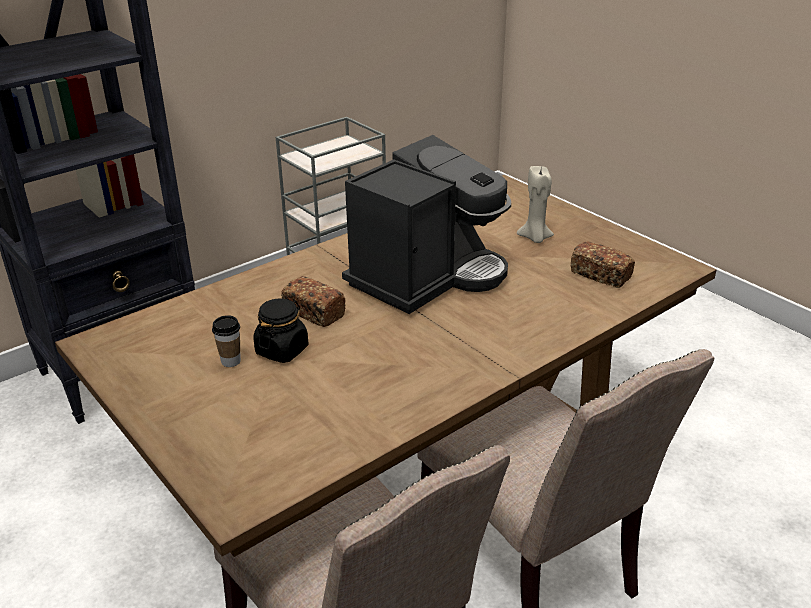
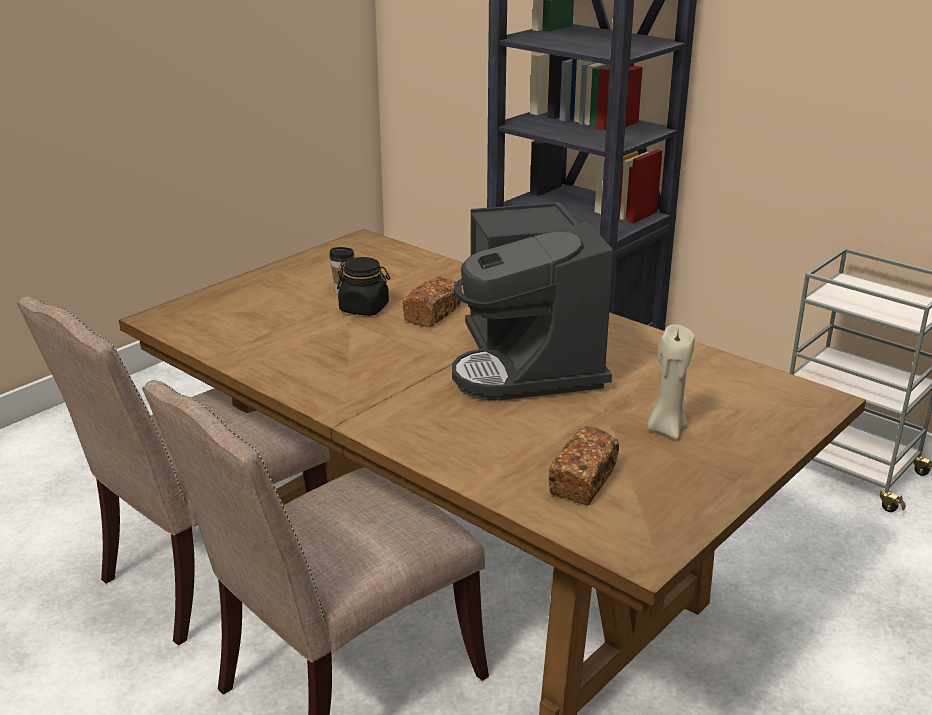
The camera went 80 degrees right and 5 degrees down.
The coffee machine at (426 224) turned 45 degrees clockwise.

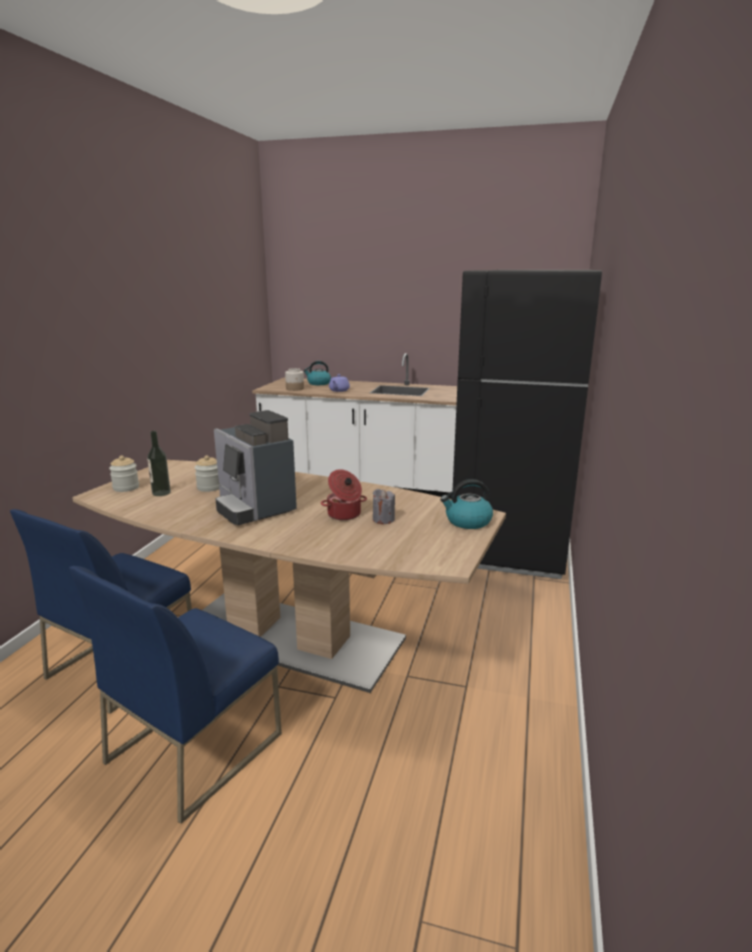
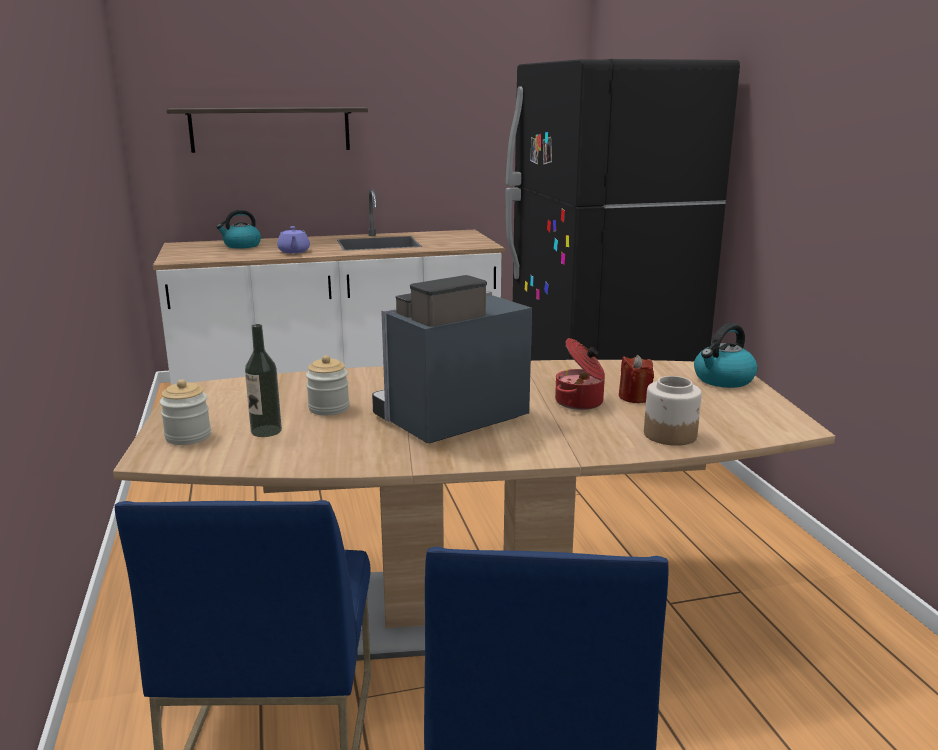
The camera went 30 degrees left and 0 degrees up.
The coffee machine at (255 467) turned 120 degrees clockwise.
The jar moved from (294 379) to (673 411).
The grey candle at (384 506) became the red candle at (636 379).
The shelf at (267 130) appeared.

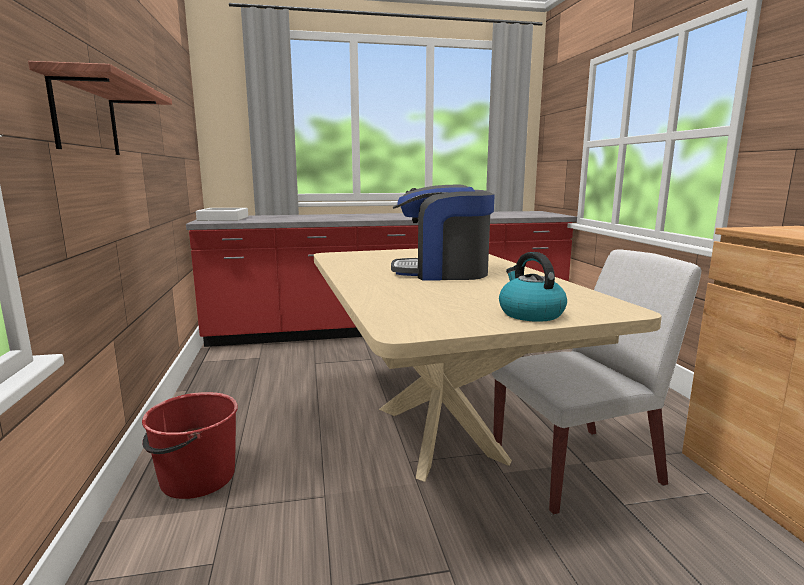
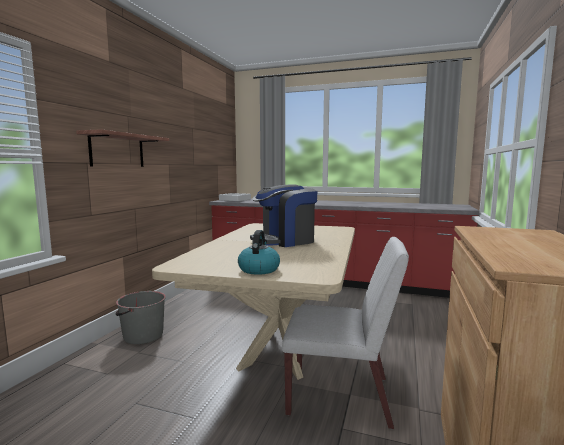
The camera went 30 degrees right and 5 degrees down.
The red bucket at (190 445) became the grey bucket at (140 317).
The coffee machine at (443 233) turned 60 degrees counterclockwise.

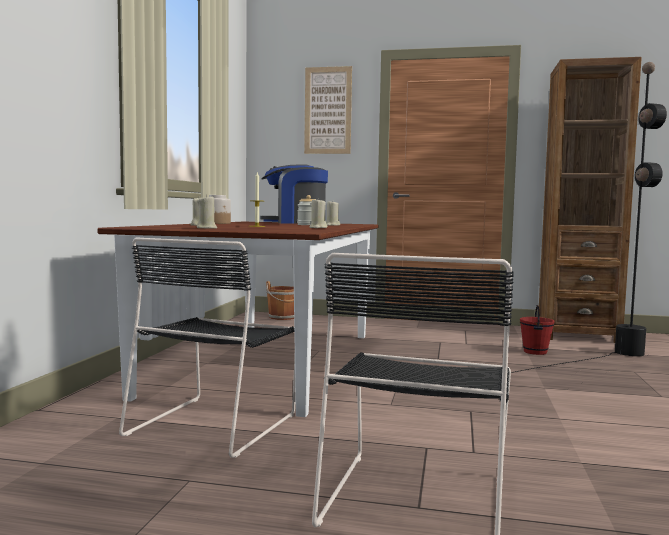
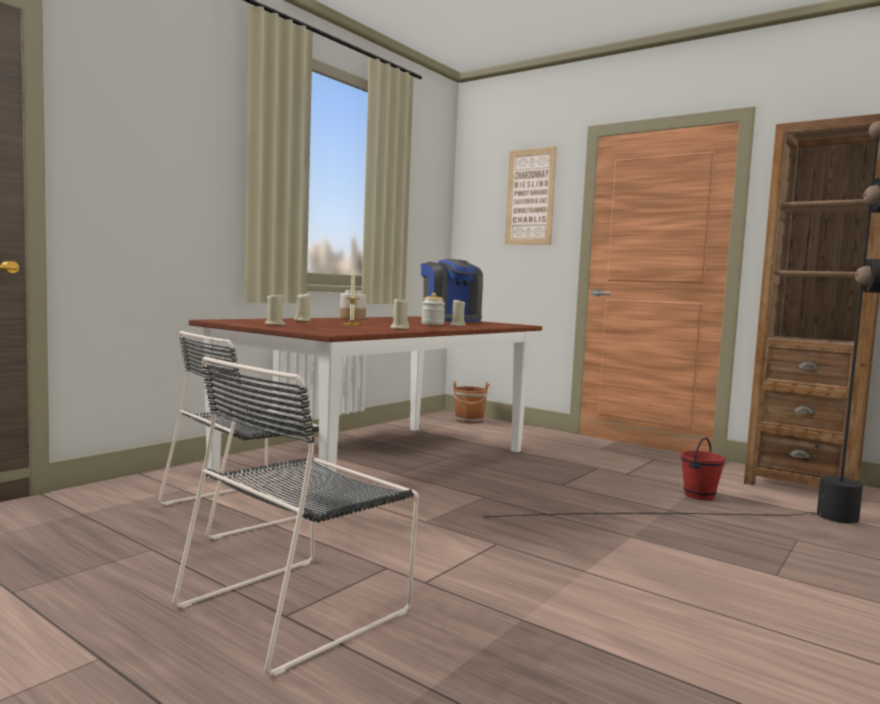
The camera went 25 degrees right and 0 degrees up.
The coffee machine at (294 194) turned 135 degrees counterclockwise.

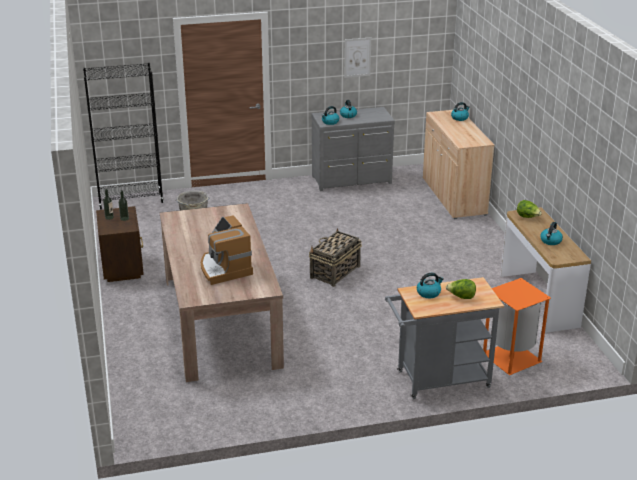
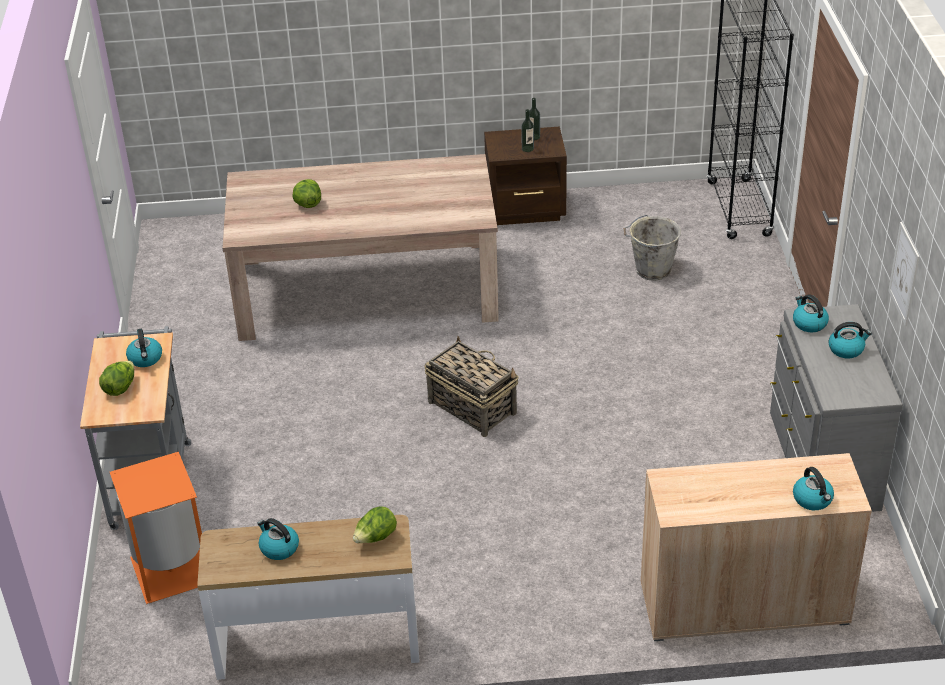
The camera went 100 degrees right and 10 degrees up.
The coffee machine at (227 250) was replaced by the lettuce at (306 193).

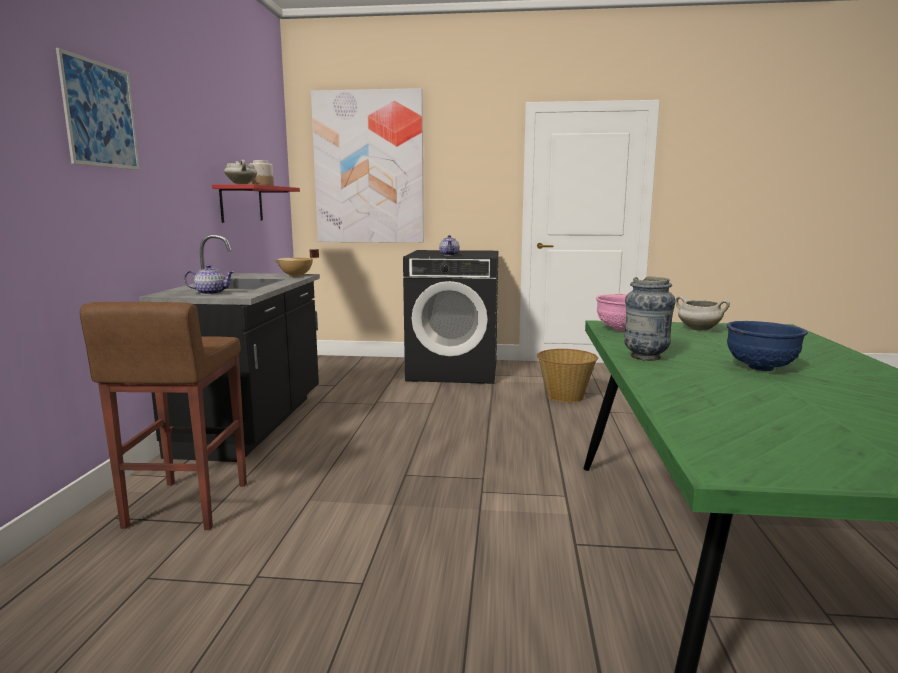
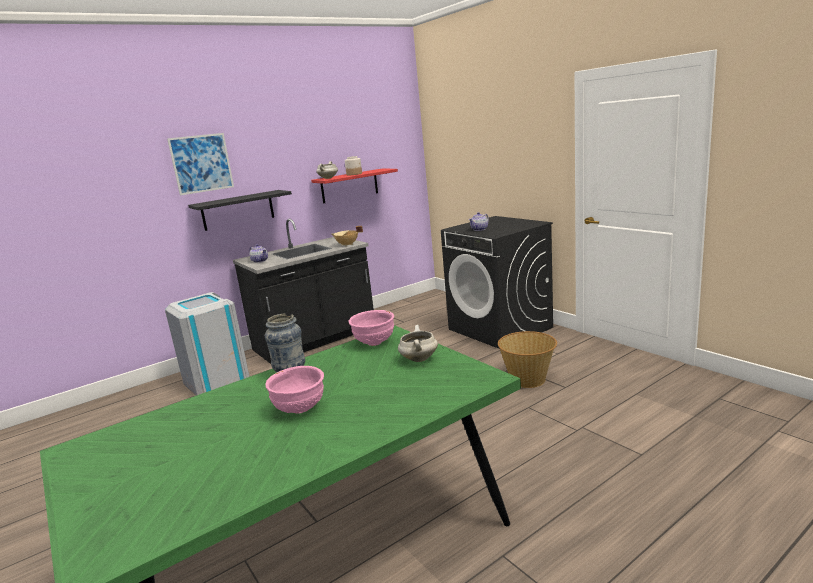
The camera went 50 degrees right and 5 degrees up.
The brown stool at (163 416) was replaced by the grey trash can at (207 344).
The picture at (367 165) disappeared.
The blue bowl at (767 346) became the pink bowl at (294 390).
The black shelf at (240 210) appeared.

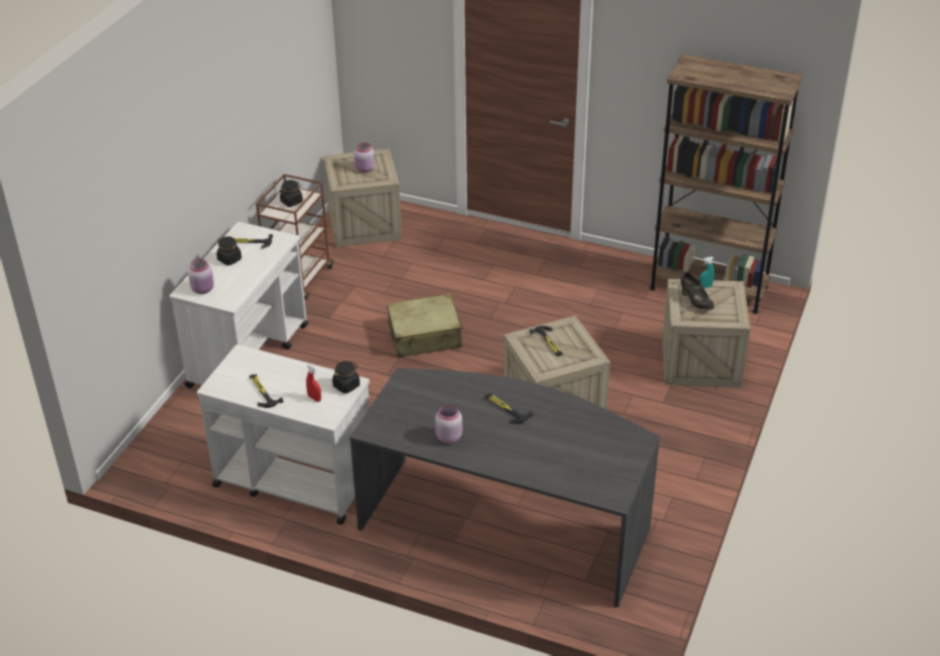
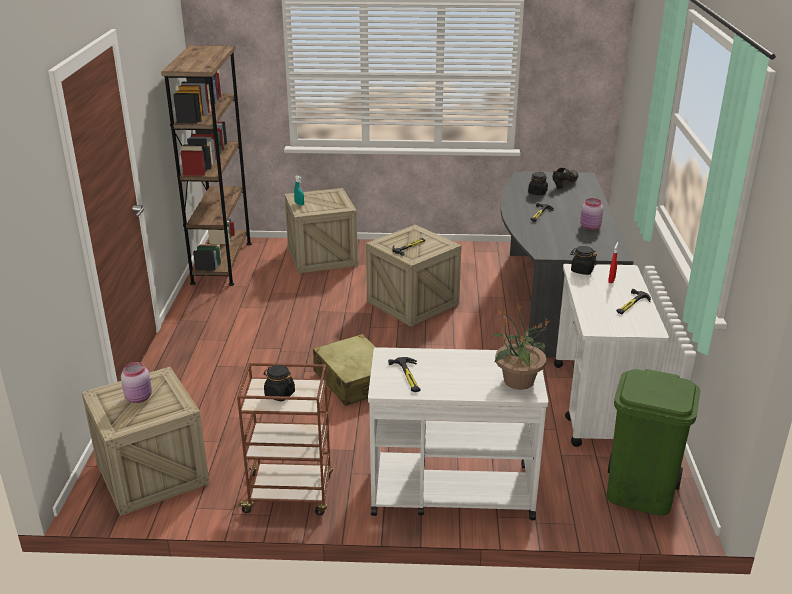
The camera went 110 degrees left and 10 degrees down.
The pink jar at (201 276) was replaced by the potted plant at (520 347).
The black jar moved from (229 250) to (538 183).
The black shoe moved from (697 291) to (565 178).
The green trash can at (653 442) appeared.

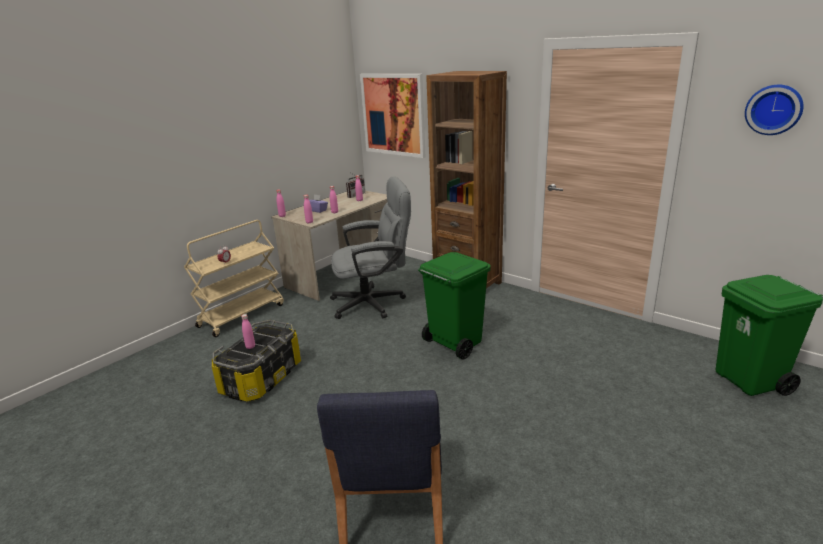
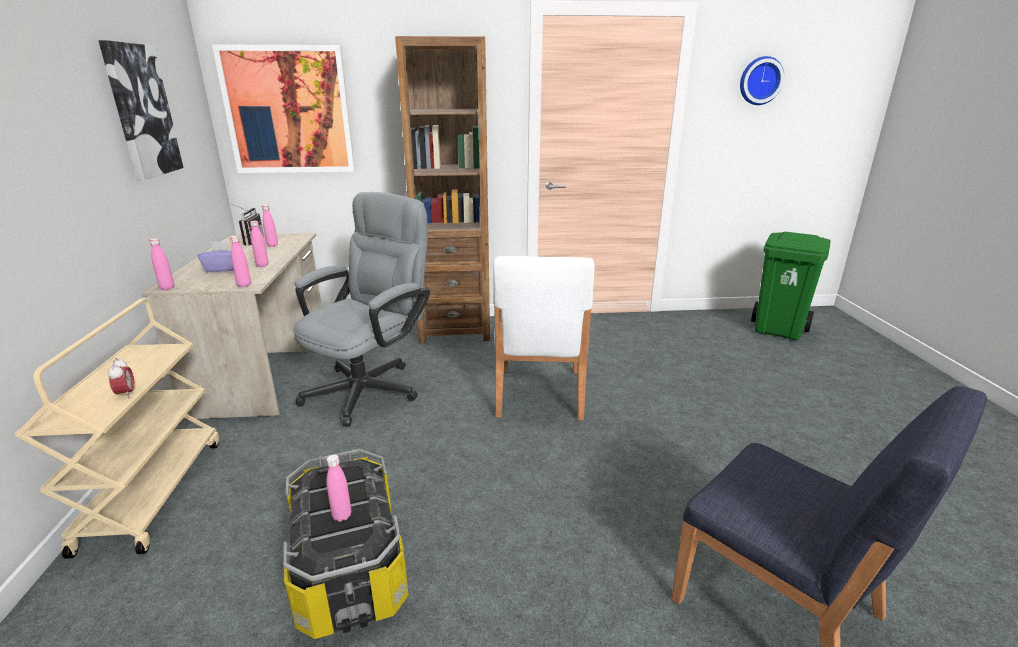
The camera went 45 degrees left and 0 degrees up.
The green trash can at (454 306) was replaced by the white chair at (544 338).
The picture at (141 110) appeared.

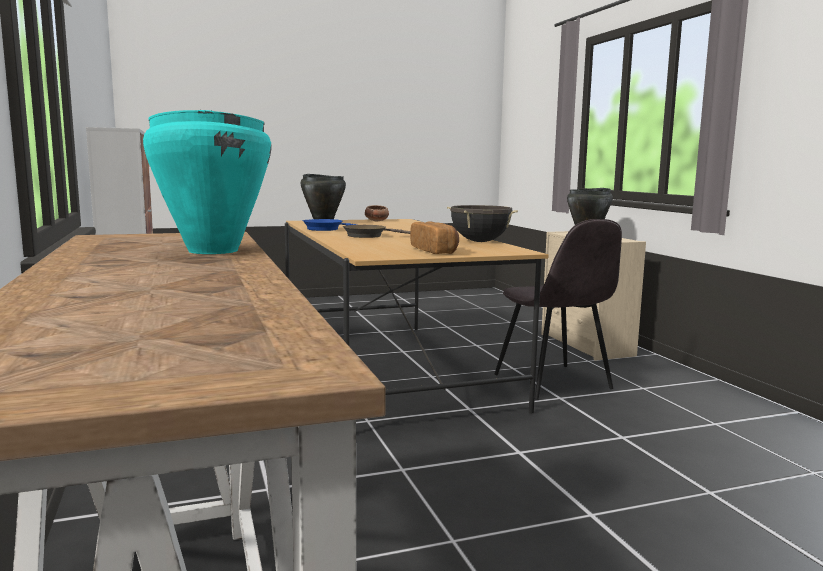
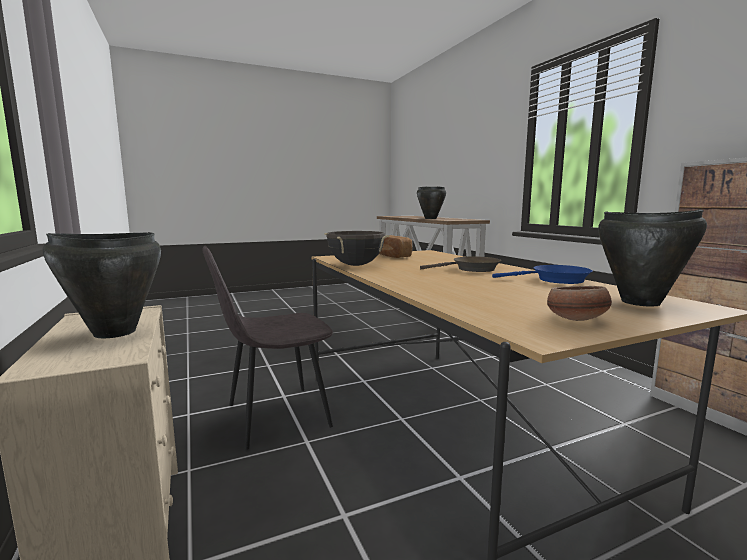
The camera went 175 degrees right and 0 degrees up.
The turquoise cooking pot at (207 182) became the black cooking pot at (431 203).
The grey chair at (558 309) turned 90 degrees counterclockwise.

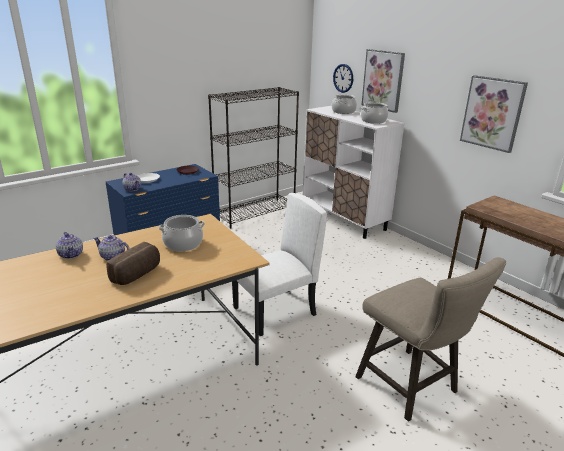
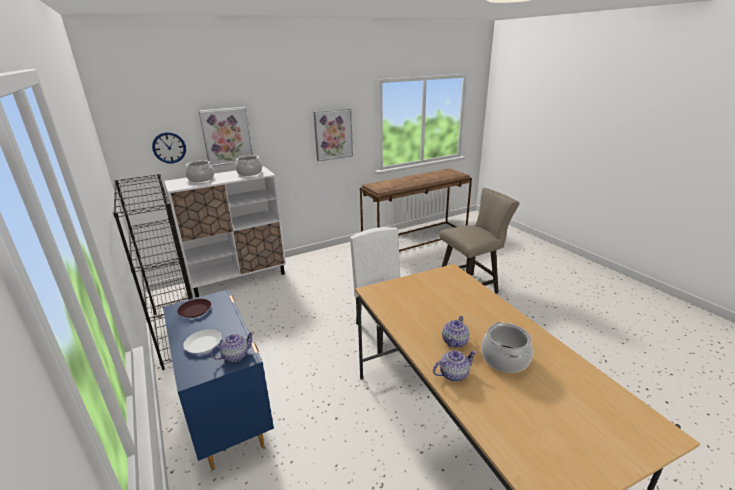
The camera went 80 degrees left and 0 degrees up.
The bread at (133 263) disappeared.
The cooking pot moved from (182 233) to (507 347).

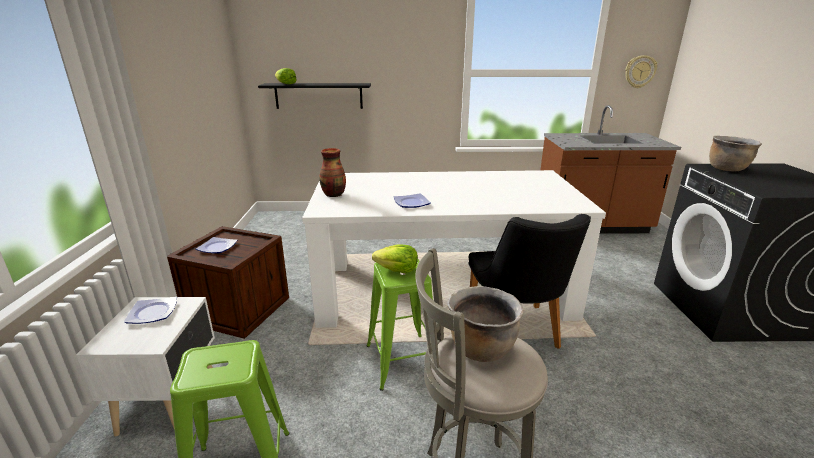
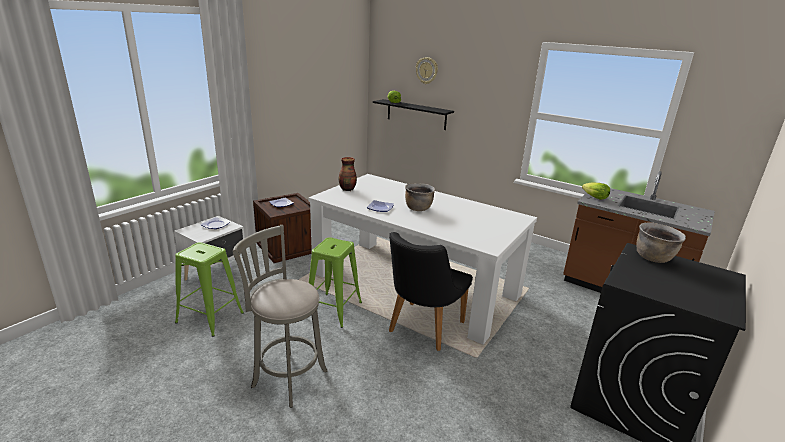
The camera went 35 degrees right and 0 degrees up.
The lettuce moved from (395 258) to (596 191).
The brown cooking pot moved from (485 324) to (420 197).
The wall clock moved from (641 71) to (427 70).

